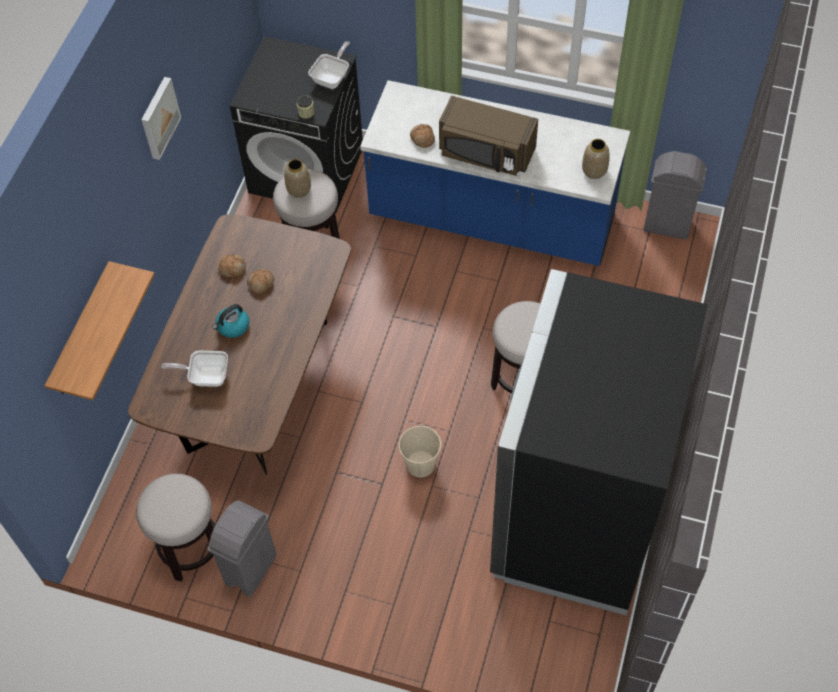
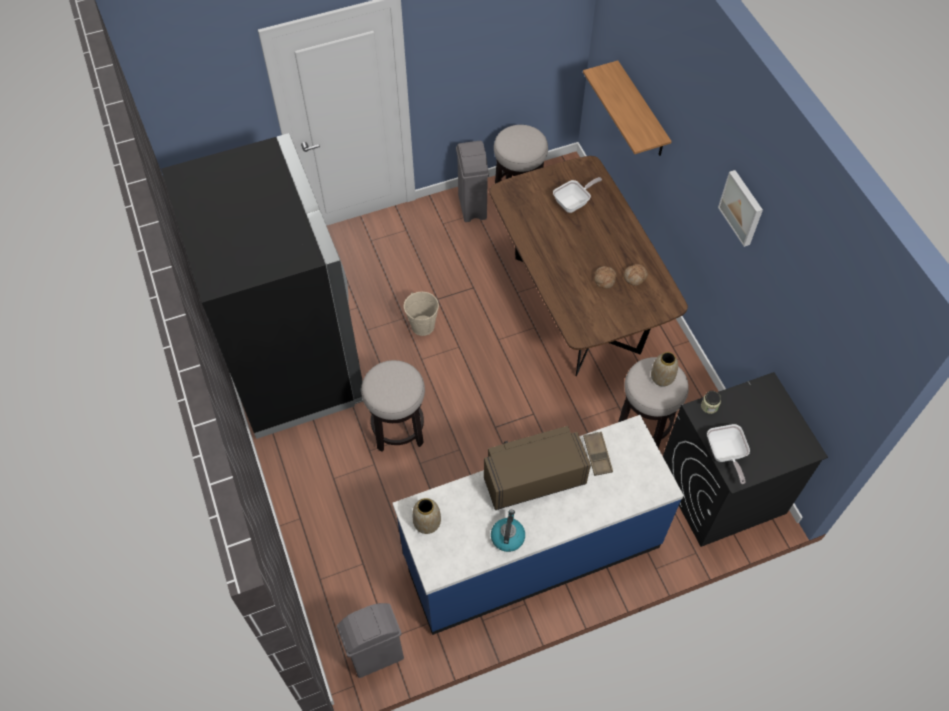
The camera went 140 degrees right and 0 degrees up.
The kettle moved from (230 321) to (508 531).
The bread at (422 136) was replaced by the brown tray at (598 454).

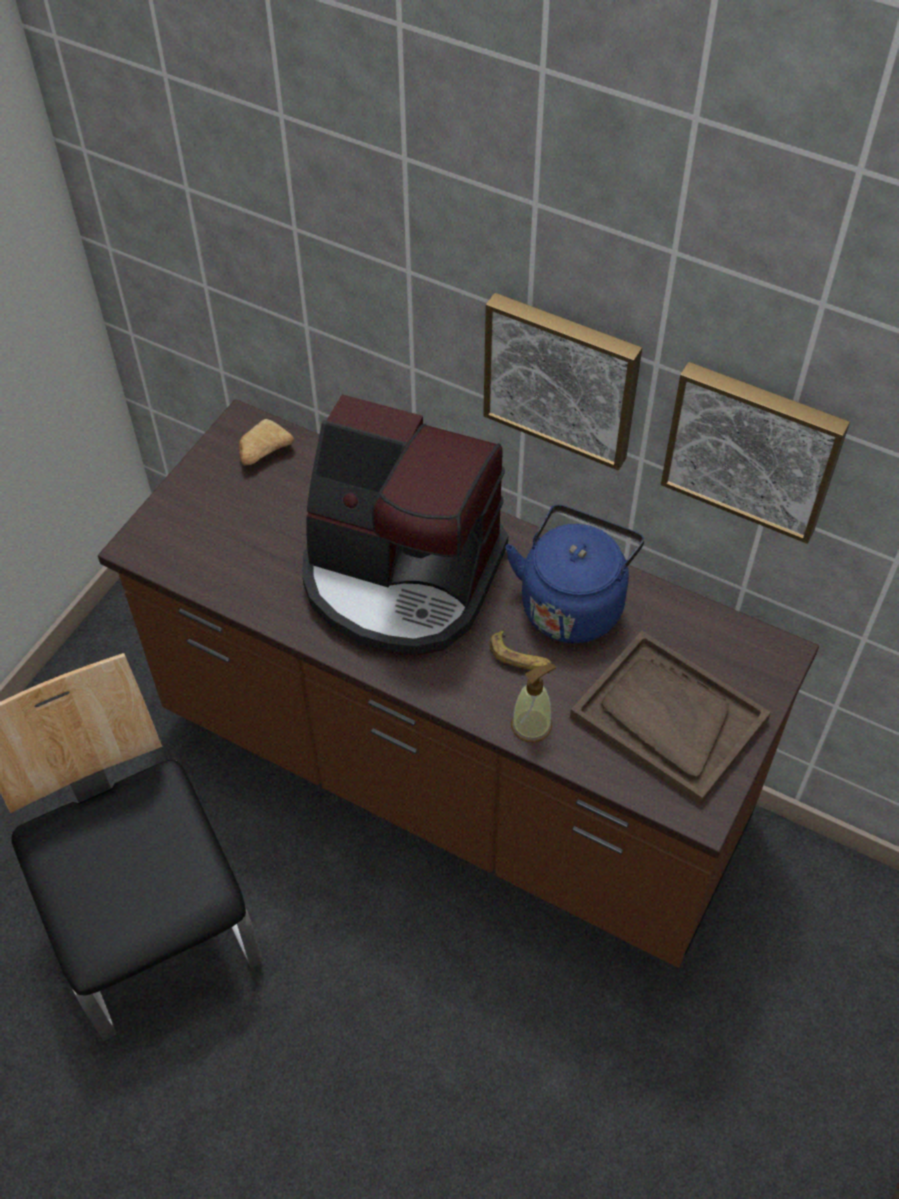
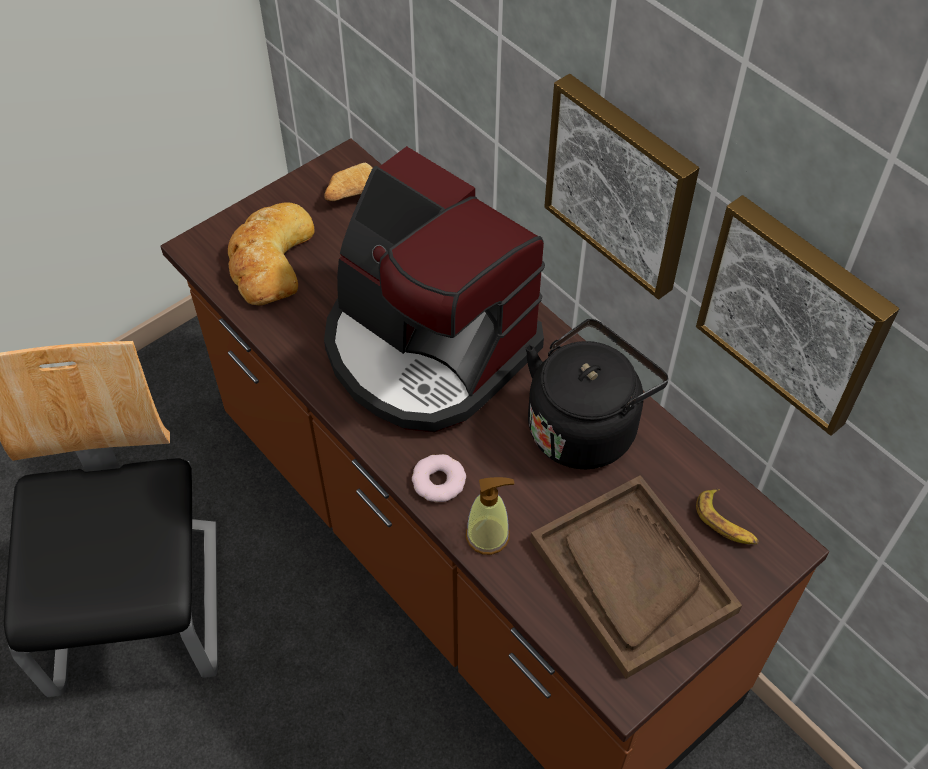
The camera went 20 degrees right and 0 degrees up.
The banana moved from (520 649) to (727 516).
The blue kettle at (574 574) became the black kettle at (597 394).
The bread at (271 254) appeared.
The donut at (439 478) appeared.

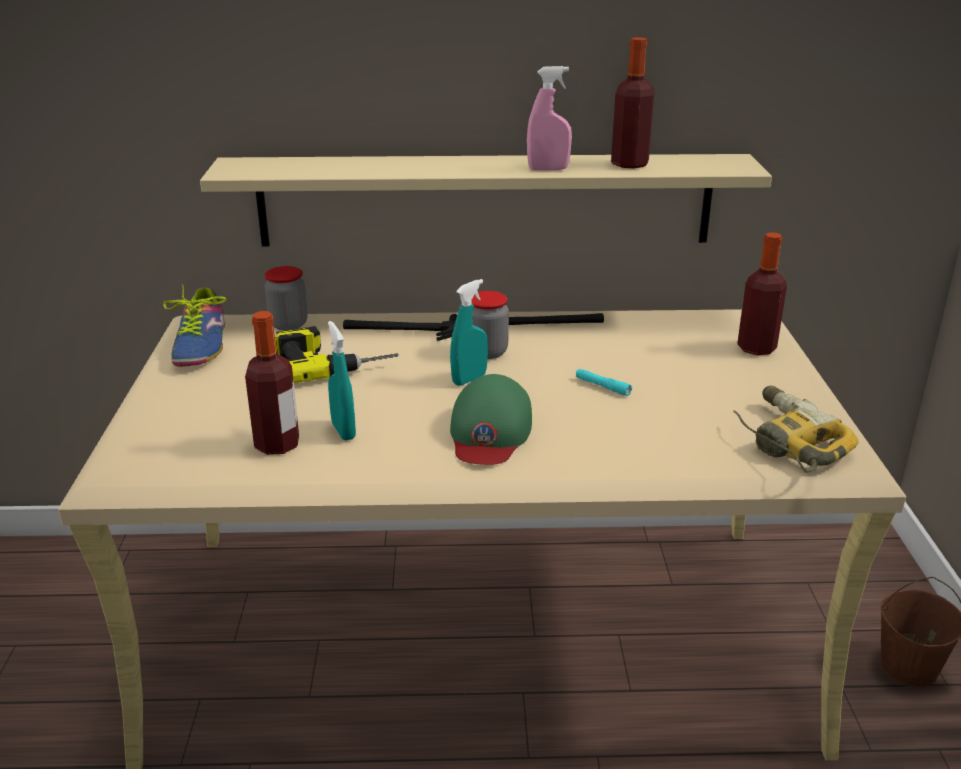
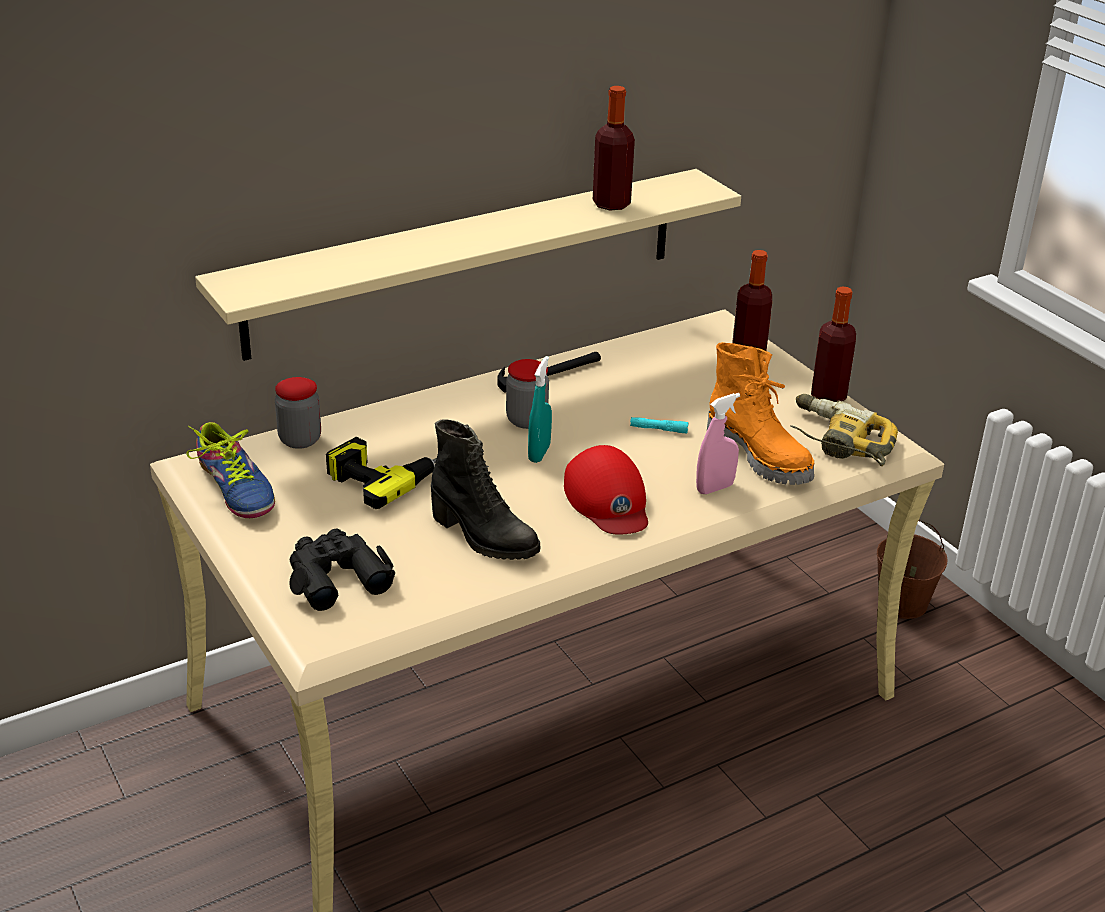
The camera went 30 degrees left and 5 degrees up.
The bottle moved from (272 383) to (833 344).
The turquoise spray bottle at (342 381) was replaced by the black boot at (486 489).
The hammer at (400 327) disappeared.
The green cap at (491 419) became the red cap at (606 490).
The pink spray bottle moved from (549 118) to (718 443).
The black binoculars at (342 570) appeared.
The orange boot at (760 413) appeared.

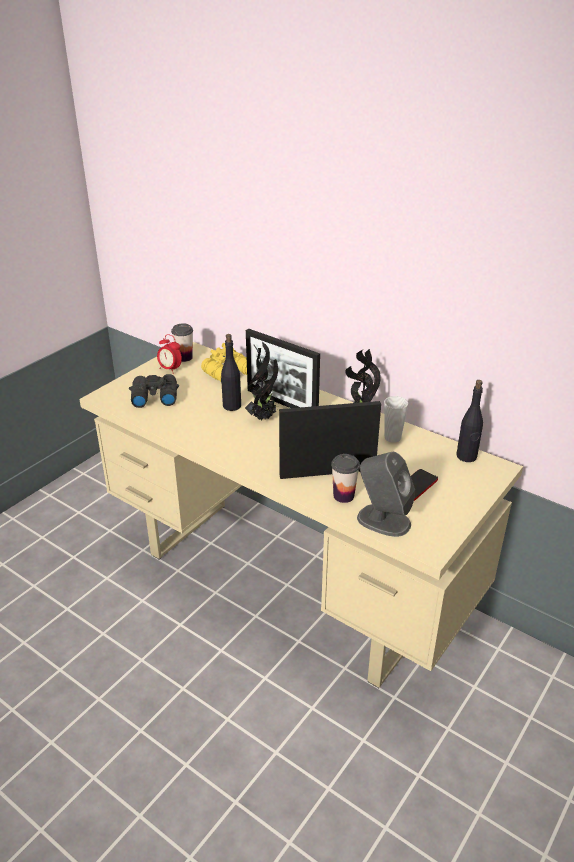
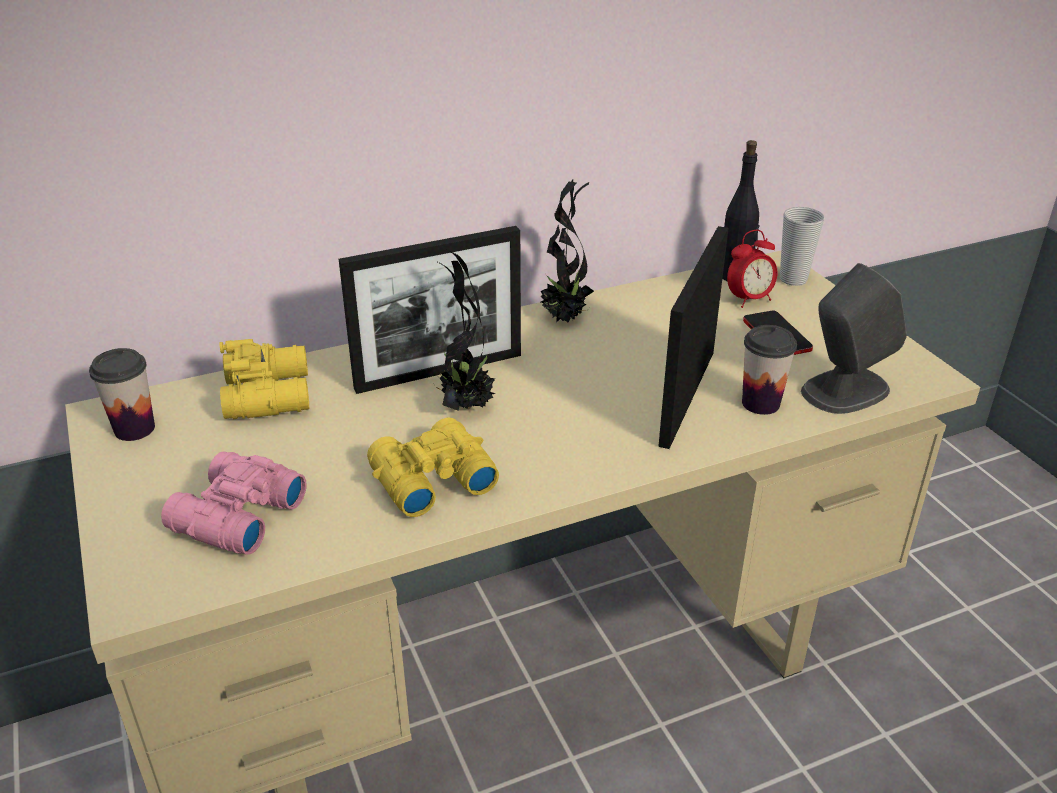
The camera went 60 degrees left and 0 degrees up.
The black binoculars at (154 391) became the pink binoculars at (234 503).
The alarm clock moved from (169 354) to (752 269).
The black bottle at (231 372) disappeared.
The cup moved from (396 419) to (802 246).
The yellow binoculars at (433 467) appeared.

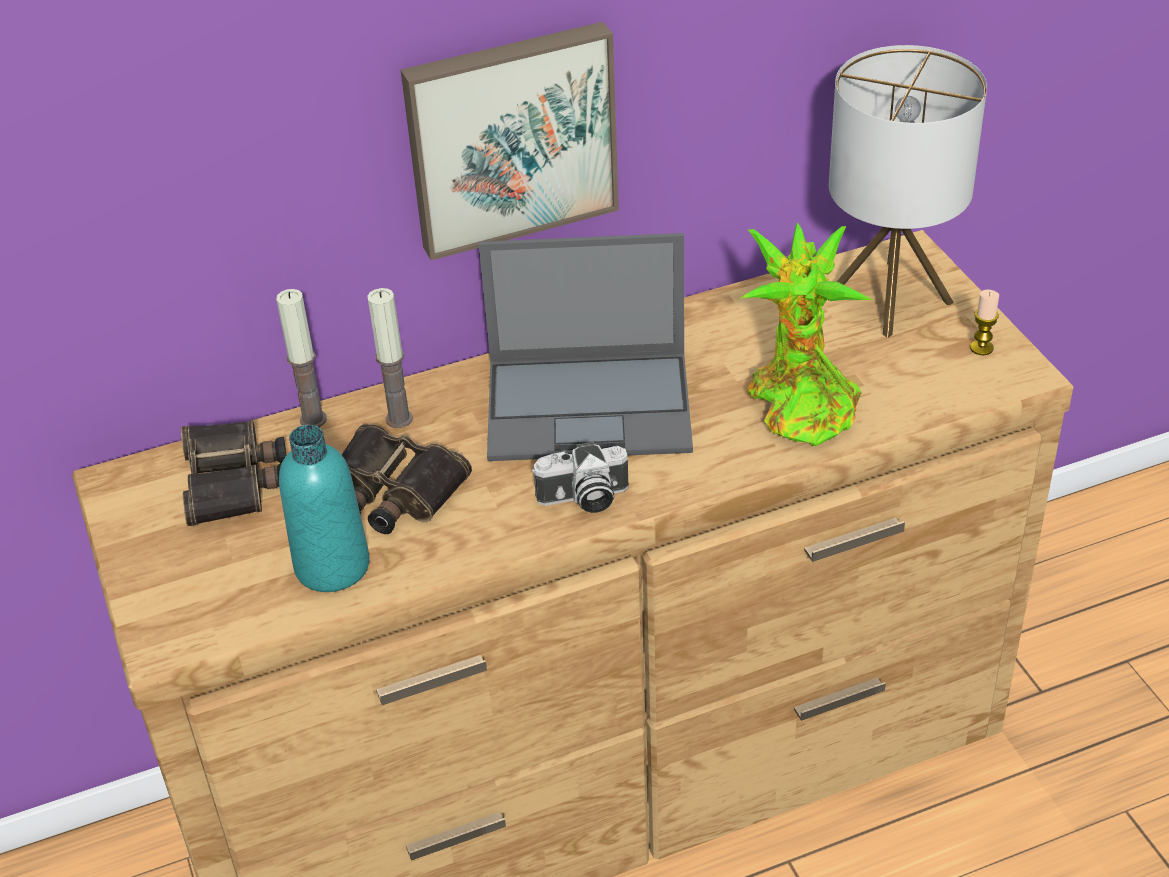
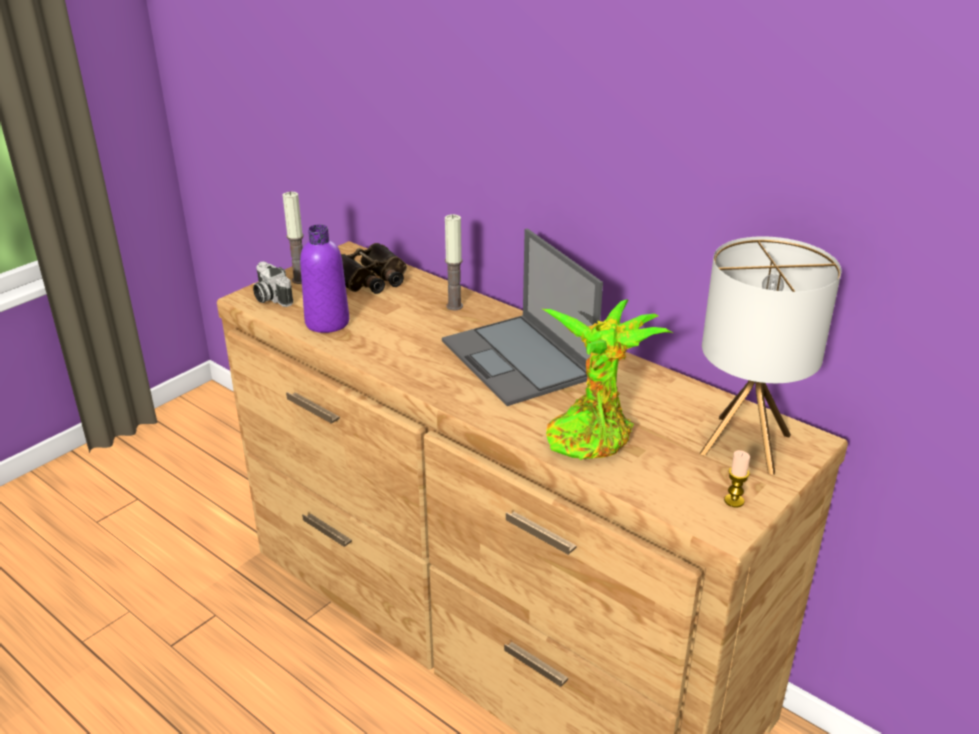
The camera went 60 degrees right and 10 degrees down.
The candle moved from (301 358) to (293 238).
The turquoise bottle at (324 508) became the purple bottle at (324 278).
The binoculars at (407 479) disappeared.
The picture at (510 141) disappeared.
The photo camera moved from (580 477) to (273 284).

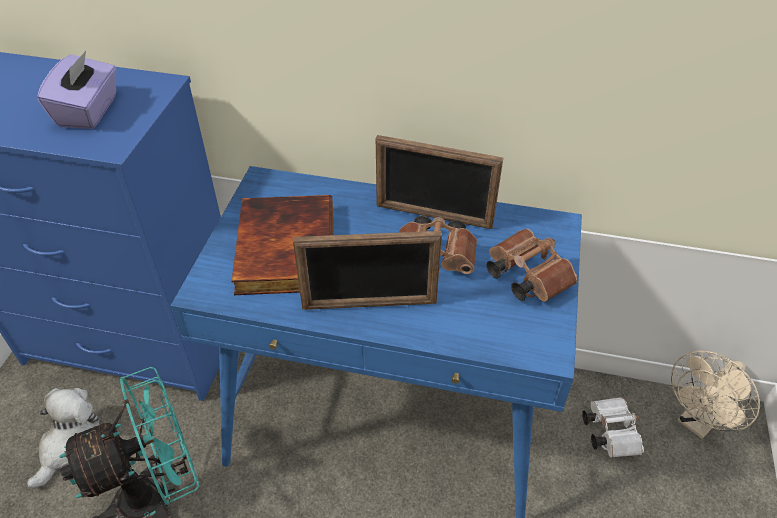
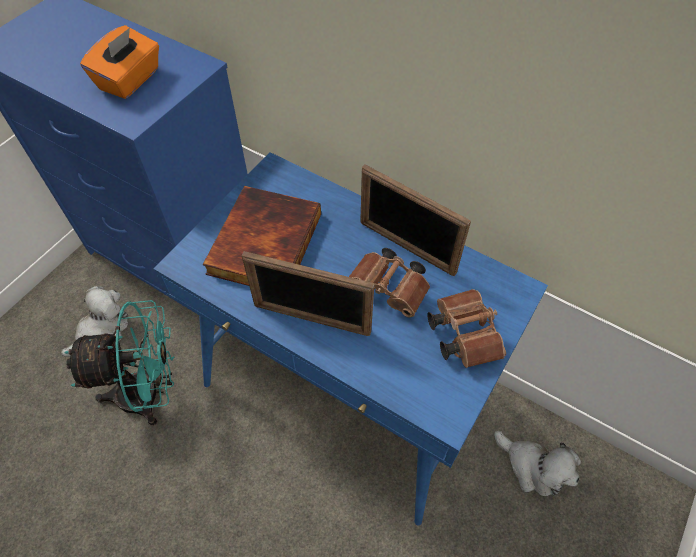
The camera went 20 degrees right and 10 degrees up.
The purple tissue box at (76 90) became the orange tissue box at (119 62).
The white binoculars at (613 427) was replaced by the plush toy at (537 463).
The beige fan at (715 394) disappeared.

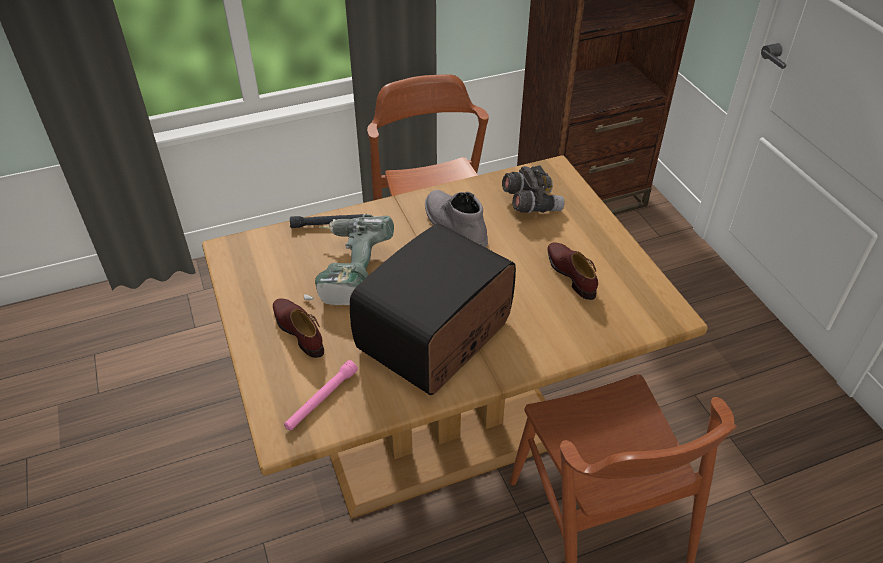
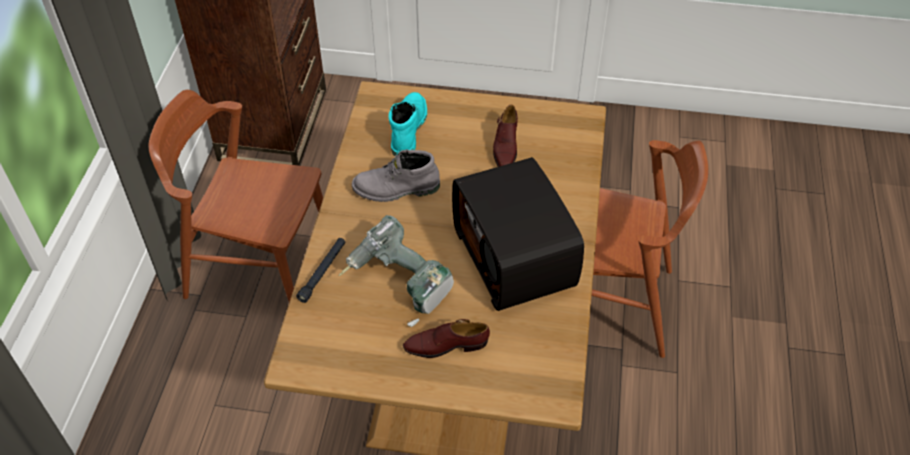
The camera went 60 degrees left and 5 degrees up.
The pink flashlight at (321 395) disappeared.
The grey binoculars at (533 189) was replaced by the turquoise boot at (407 124).
The brown shoe at (572 271) turned 90 degrees counterclockwise.

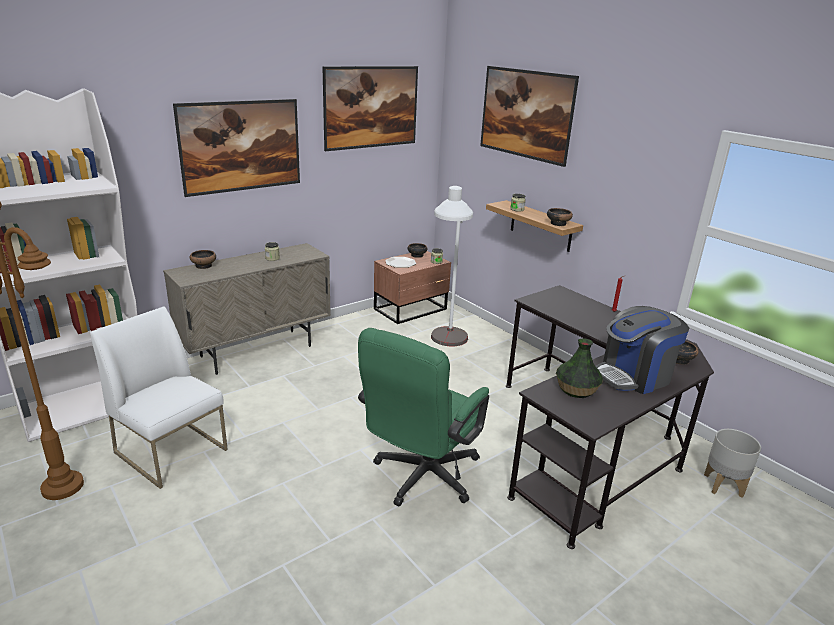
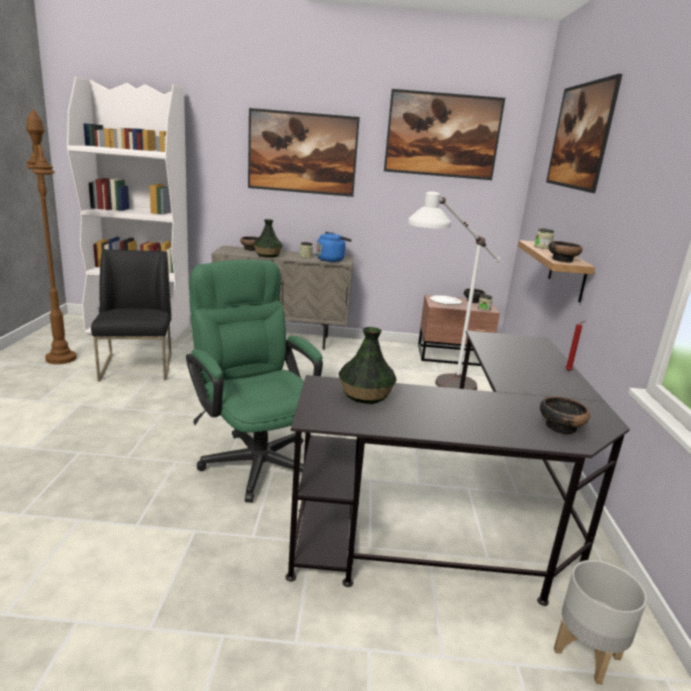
The camera went 40 degrees right and 5 degrees down.
The white chair at (159 397) became the black chair at (131 315).
The green office chair at (423 417) turned 75 degrees clockwise.
The coffee machine at (642 350) disappeared.
The vase at (268 238) appeared.
The blue kettle at (334 247) appeared.

